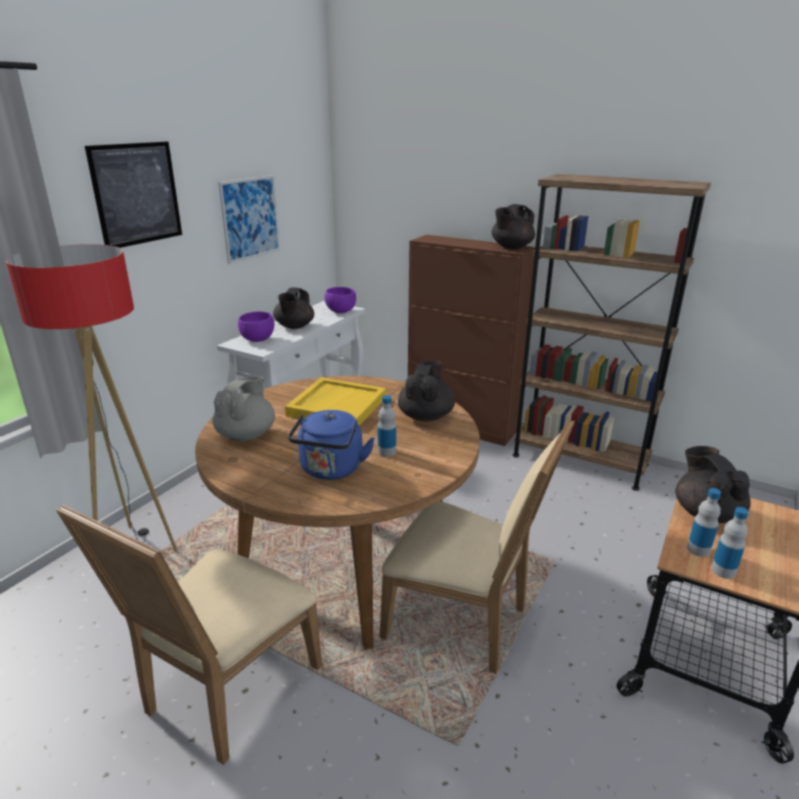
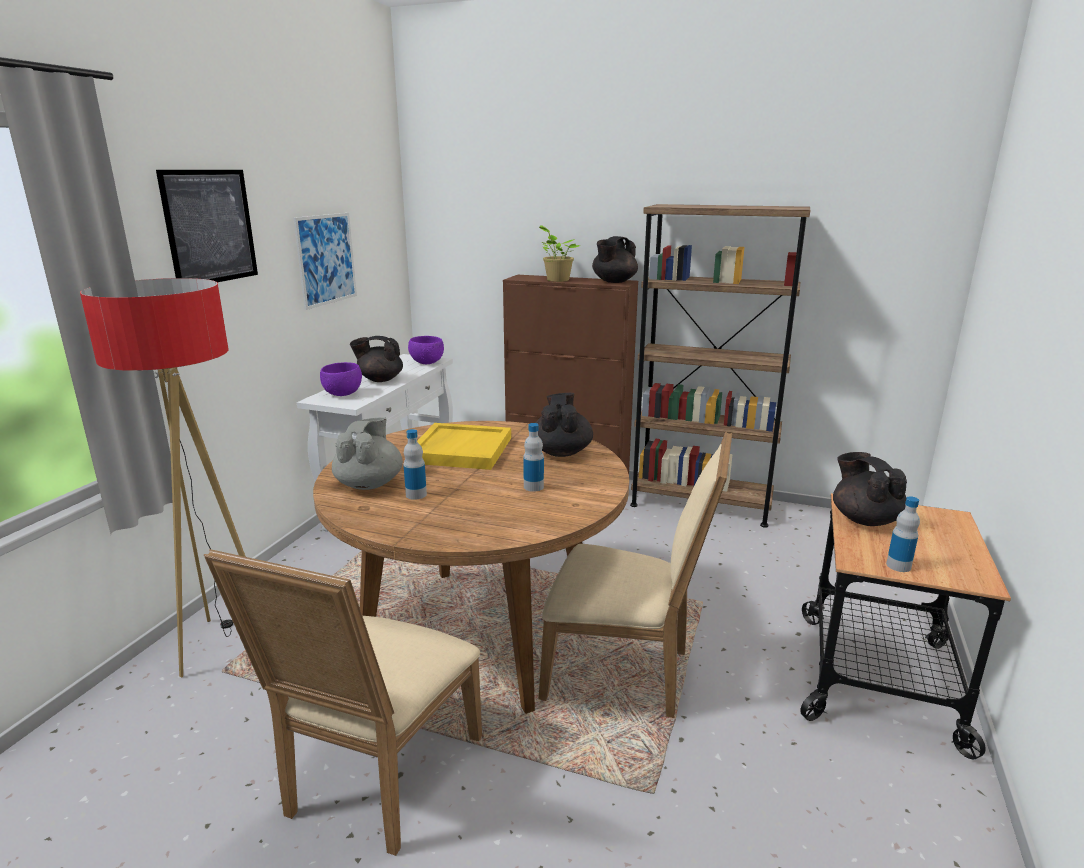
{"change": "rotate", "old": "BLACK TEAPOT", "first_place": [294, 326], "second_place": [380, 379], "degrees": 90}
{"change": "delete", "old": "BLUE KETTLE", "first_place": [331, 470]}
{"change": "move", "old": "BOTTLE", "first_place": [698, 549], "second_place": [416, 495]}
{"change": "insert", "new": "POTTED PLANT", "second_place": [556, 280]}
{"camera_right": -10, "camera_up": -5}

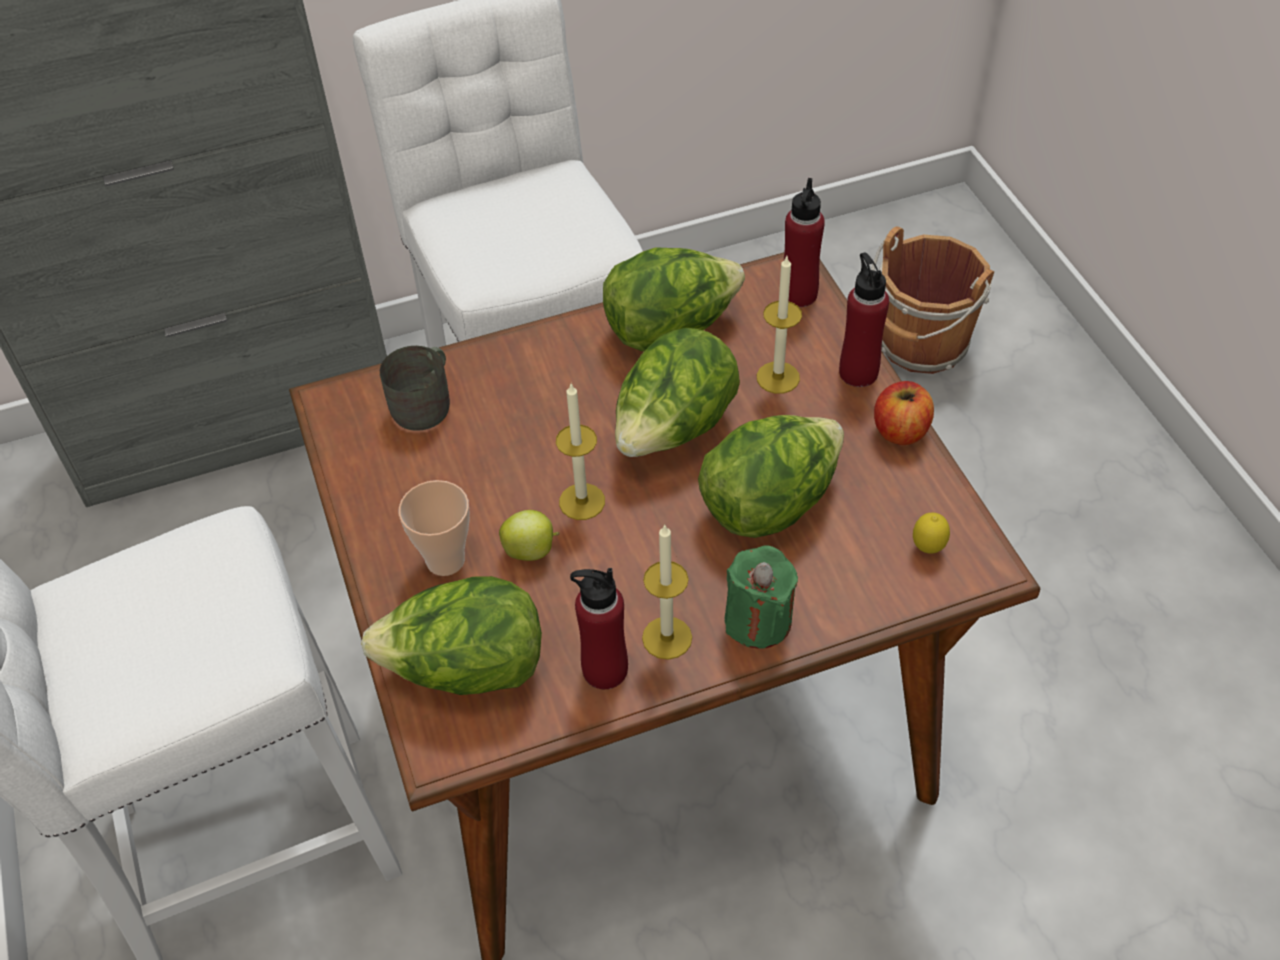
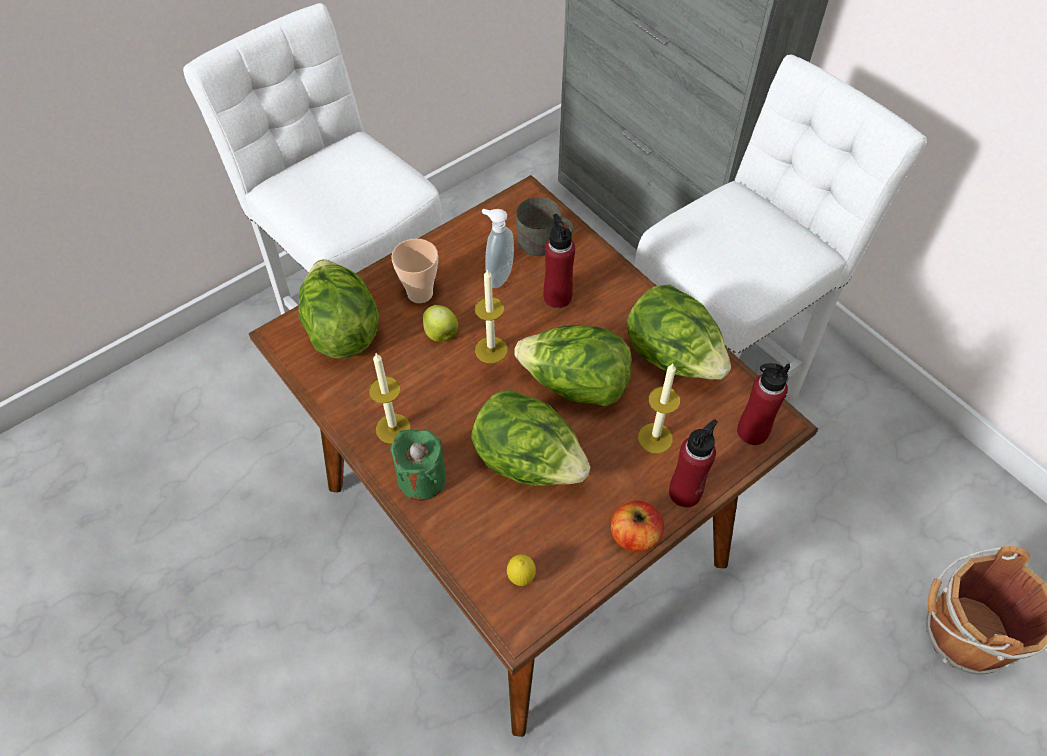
{"change": "move", "old": "RED BOTTLE", "first_place": [604, 669], "second_place": [557, 297]}
{"change": "insert", "new": "SOAP DISPENSER", "second_place": [498, 276]}
{"camera_right": 70, "camera_up": 5}

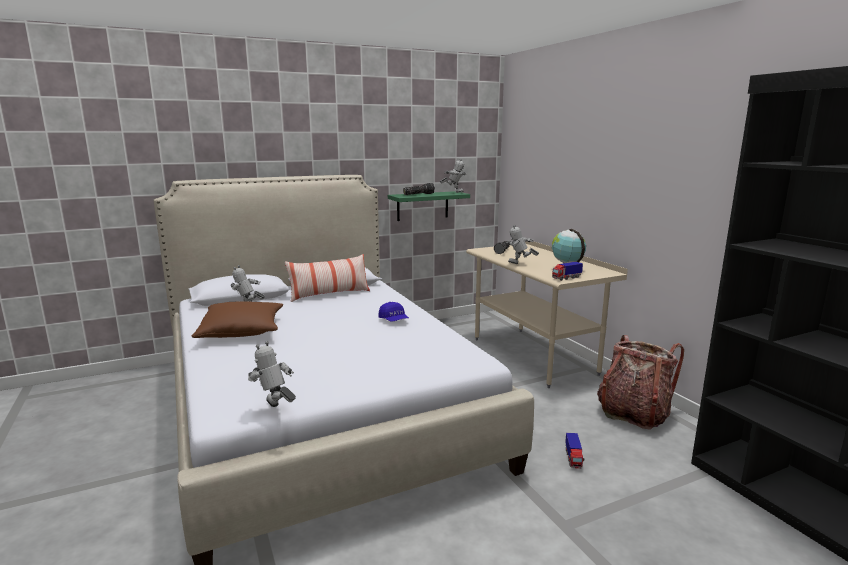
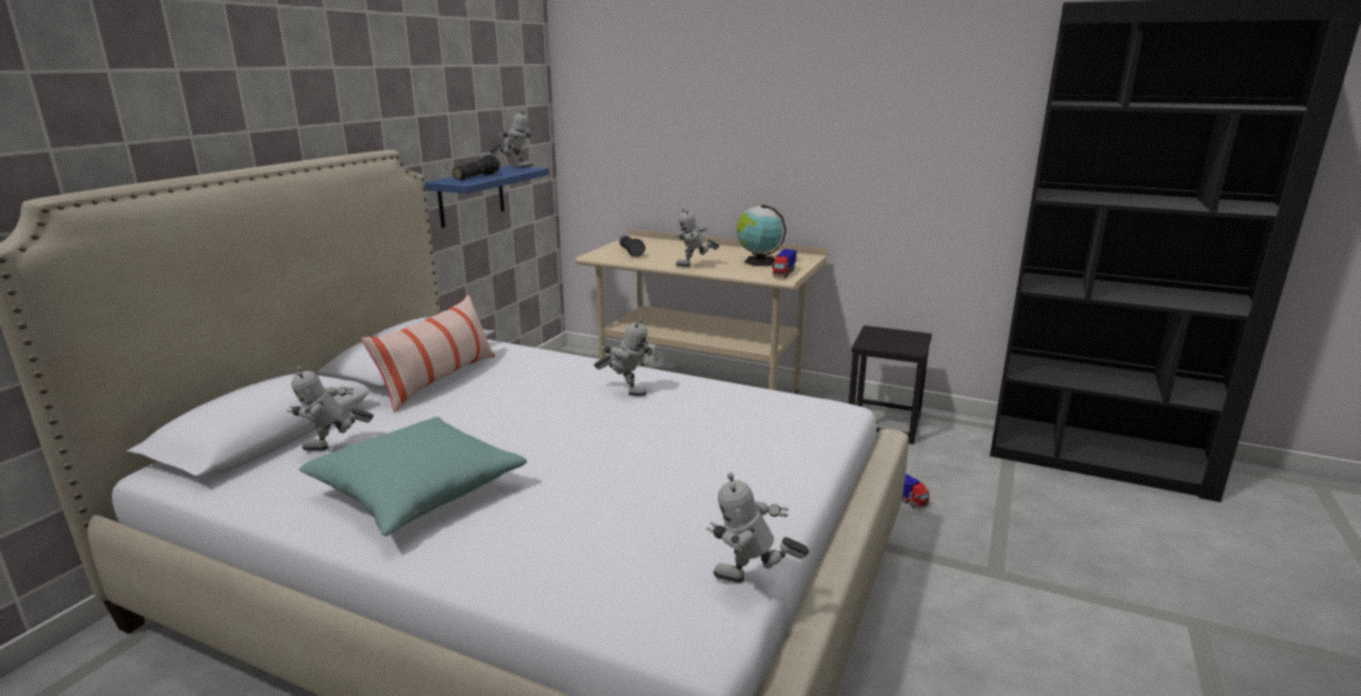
{"change": "recolor", "old": "BROWN PILLOW", "new": "TURQUOISE PILLOW", "first_place": [242, 331], "second_place": [418, 492]}
{"change": "replace", "old": "BLUE CAP", "new": "TOY ROBOT", "first_place": [394, 320], "second_place": [626, 391]}
{"change": "recolor", "old": "GREEN SHELF", "new": "BLUE SHELF", "first_place": [422, 206], "second_place": [471, 196]}
{"change": "replace", "old": "BACKPACK", "new": "BLACK STOOL", "first_place": [633, 413], "second_place": [883, 424]}
{"camera_right": -40, "camera_up": 5}

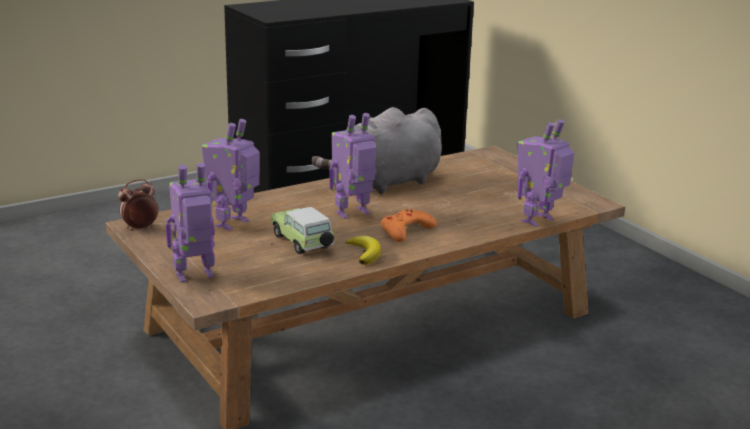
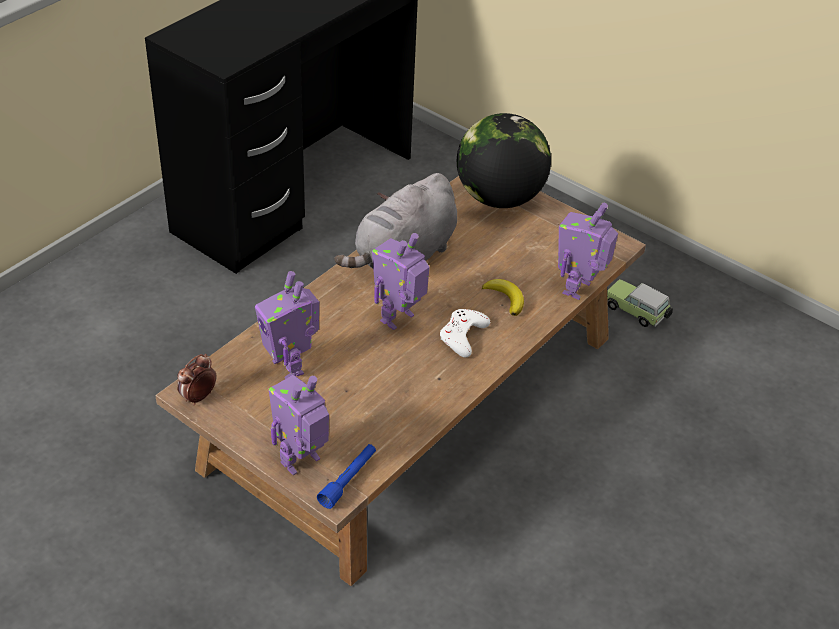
{"change": "rotate", "old": "TOY ROBOT", "first_place": [233, 224], "second_place": [290, 366], "degrees": -45}
{"change": "move", "old": "TOY CAR", "first_place": [303, 243], "second_place": [637, 312]}
{"change": "move", "old": "BANANA", "first_place": [364, 253], "second_place": [505, 298]}
{"change": "recolor", "old": "ORANGE GAME CONTROLLER", "new": "WHITE GAME CONTROLLER", "first_place": [405, 230], "second_place": [463, 336]}
{"change": "insert", "new": "BLUE FLASHLIGHT", "second_place": [348, 480]}
{"change": "insert", "new": "GLOBE", "second_place": [499, 198]}
{"camera_right": -20, "camera_up": 20}

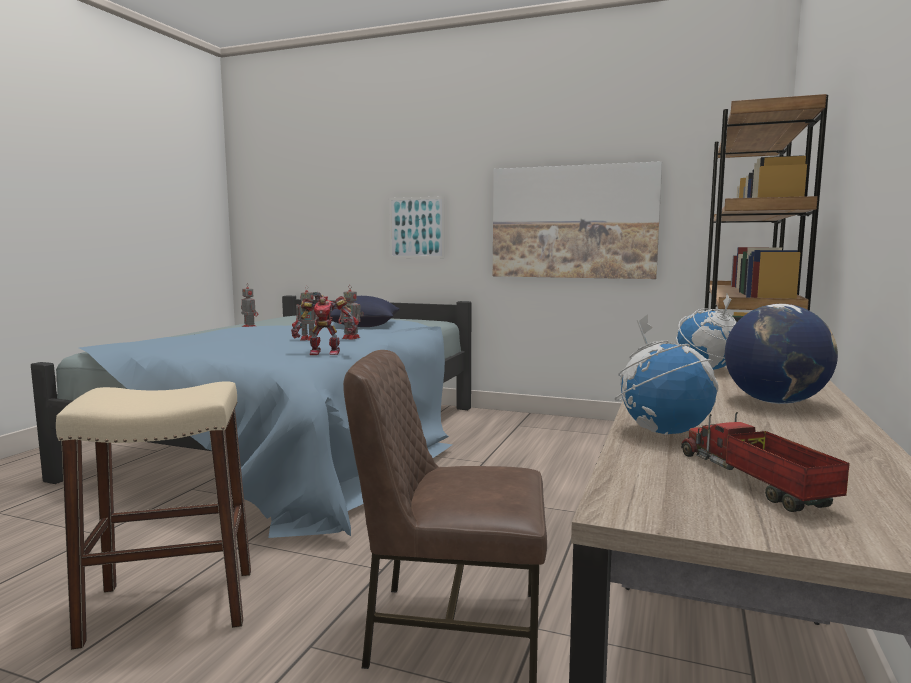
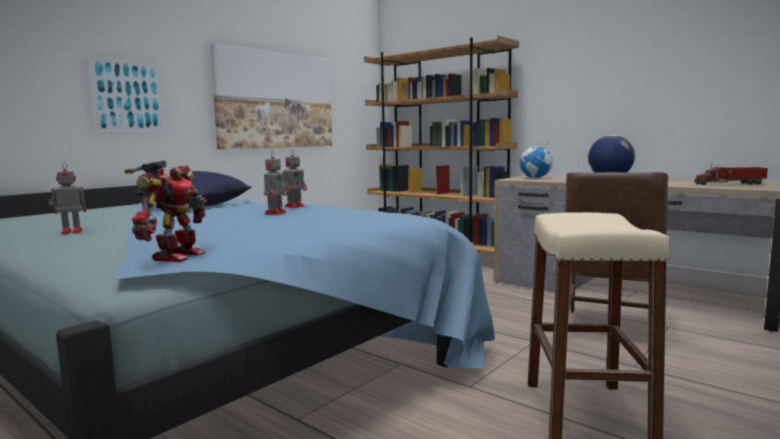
{"change": "move", "old": "TOY ROBOT", "first_place": [325, 352], "second_place": [175, 256]}
{"change": "delete", "old": "GLOBE", "first_place": [663, 431]}
{"camera_right": -70, "camera_up": 0}

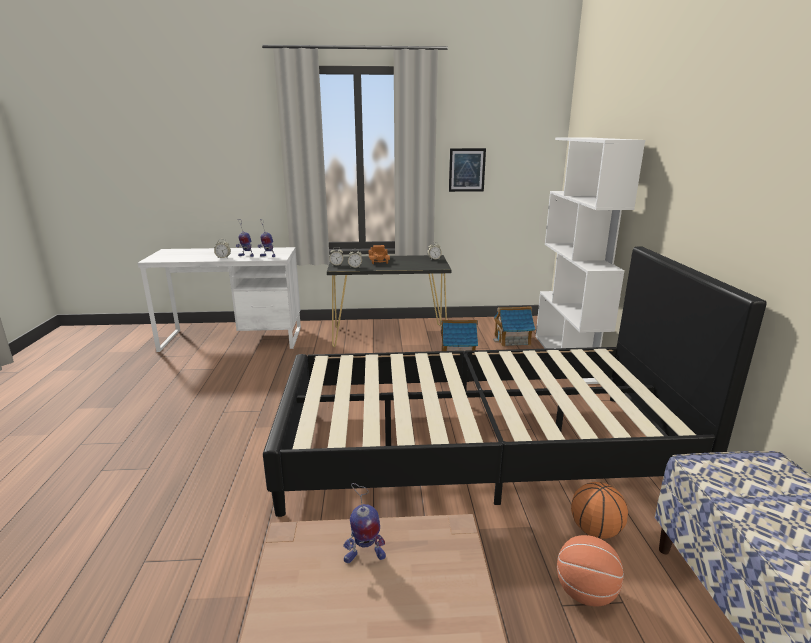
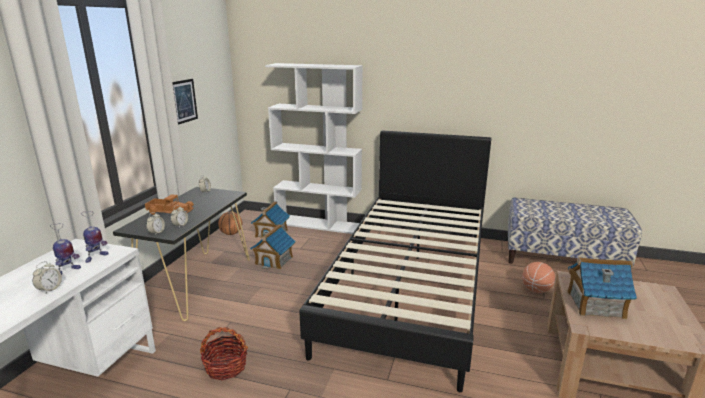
{"change": "replace", "old": "TOY ROBOT", "new": "TOY HOUSE", "first_place": [364, 556], "second_place": [595, 304]}
{"change": "move", "old": "BASKETBALL", "first_place": [595, 530], "second_place": [231, 233]}
{"change": "insert", "new": "BASKET", "second_place": [225, 367]}
{"camera_right": -70, "camera_up": 0}

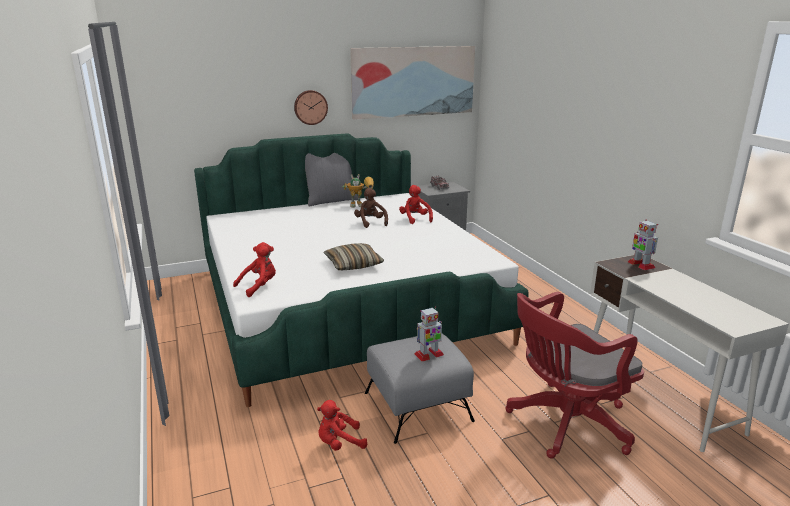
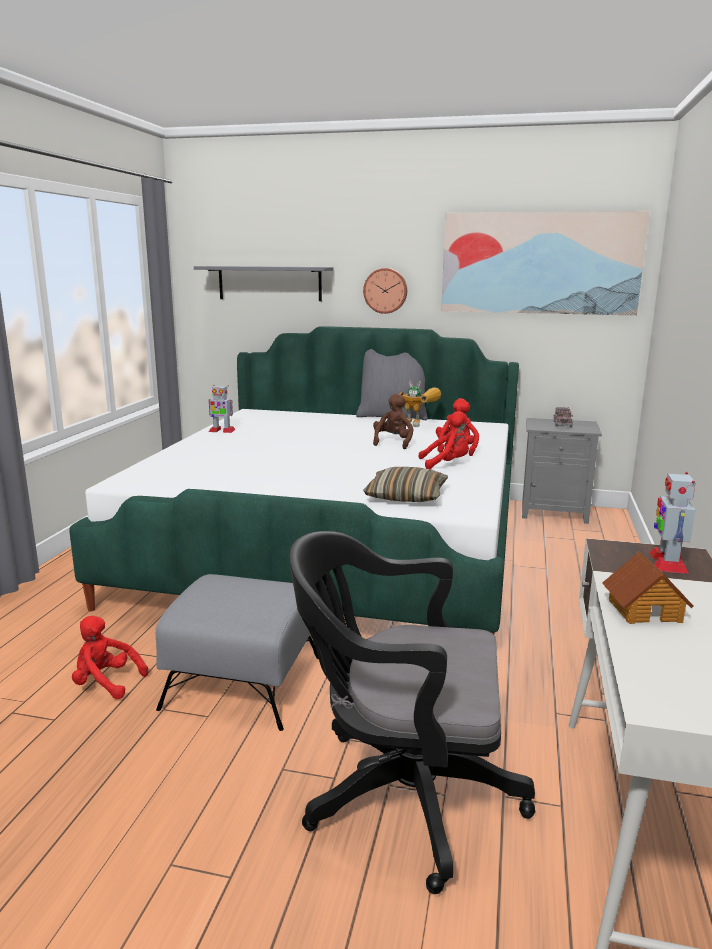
{"change": "move", "old": "RED PLUSH TOY", "first_place": [259, 286], "second_place": [446, 464]}
{"change": "move", "old": "PILLOW", "first_place": [353, 264], "second_place": [406, 496]}
{"change": "move", "old": "TOY ROBOT", "first_place": [428, 354], "second_place": [221, 430]}
{"change": "recolor", "old": "RED OFFICE CHAIR", "new": "BLACK OFFICE CHAIR", "first_place": [564, 423], "second_place": [400, 794]}
{"change": "insert", "new": "GREY SHELF", "second_place": [269, 283]}
{"change": "insert", "new": "TOY HOUSE", "second_place": [644, 610]}
{"camera_right": 35, "camera_up": -5}

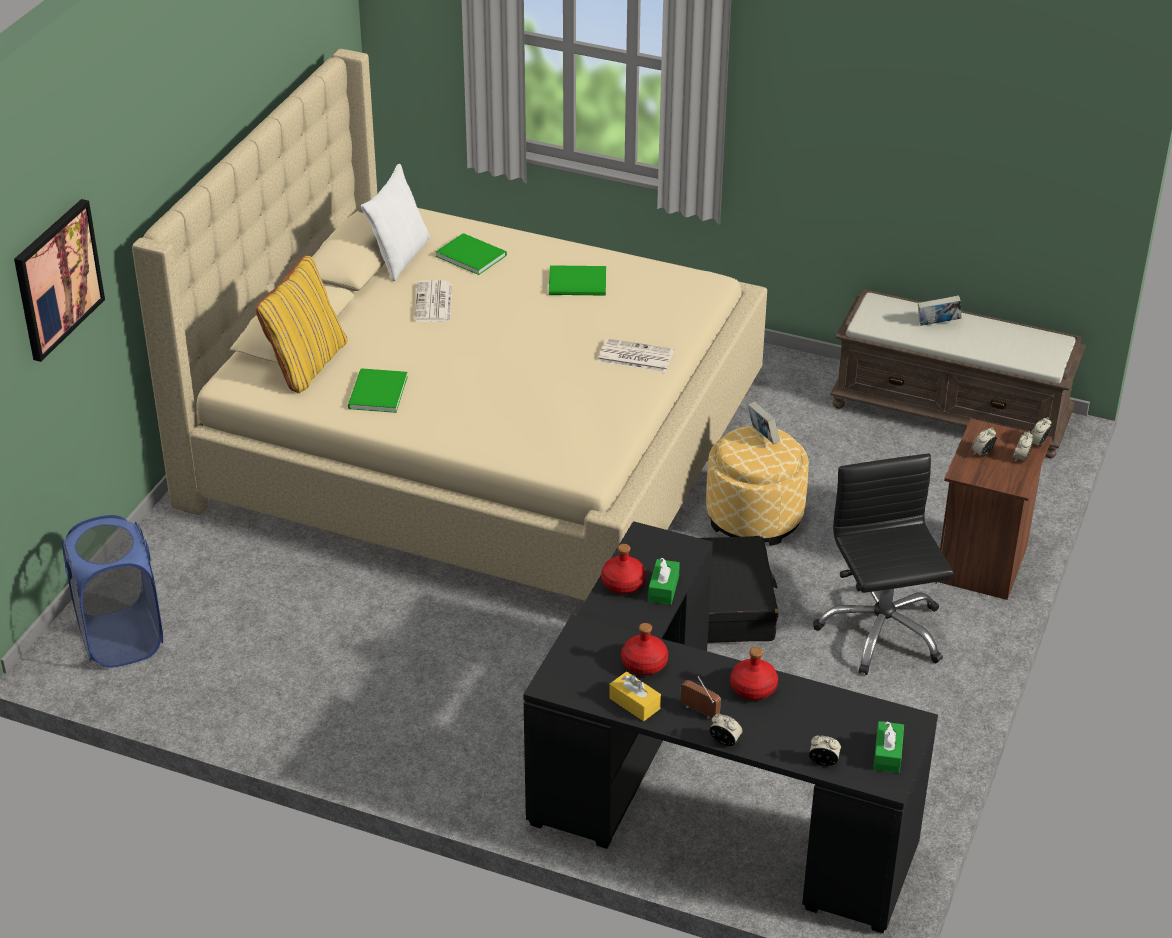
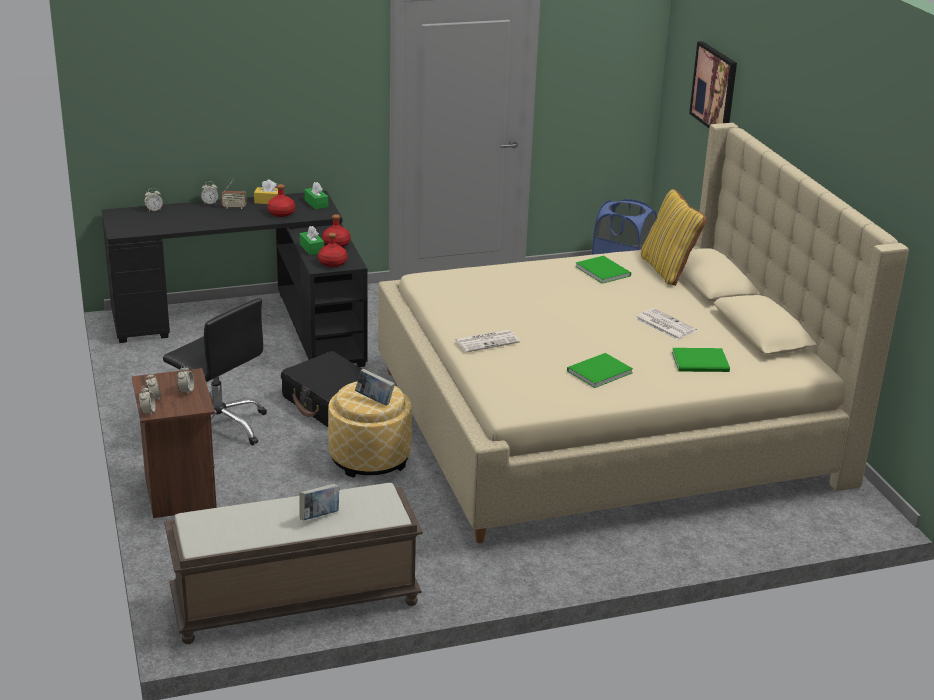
{"change": "delete", "old": "WHITE PILLOW", "first_place": [399, 256]}
{"change": "move", "old": "RED BOTTLE", "first_place": [753, 688], "second_place": [333, 263]}
{"change": "move", "old": "GREEN TISSUE BOX", "first_place": [887, 754], "second_place": [316, 203]}
{"camera_right": 140, "camera_up": -10}

